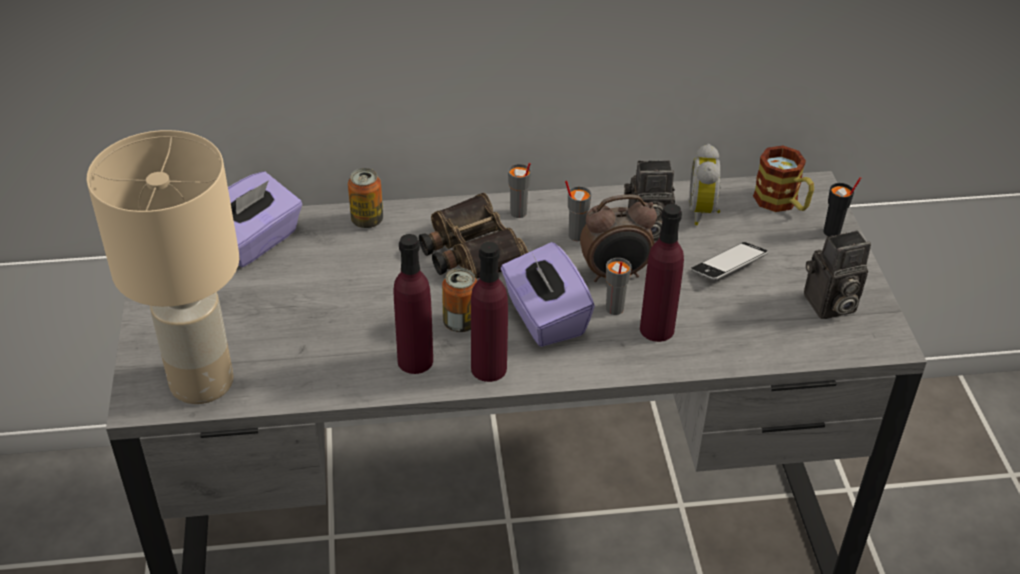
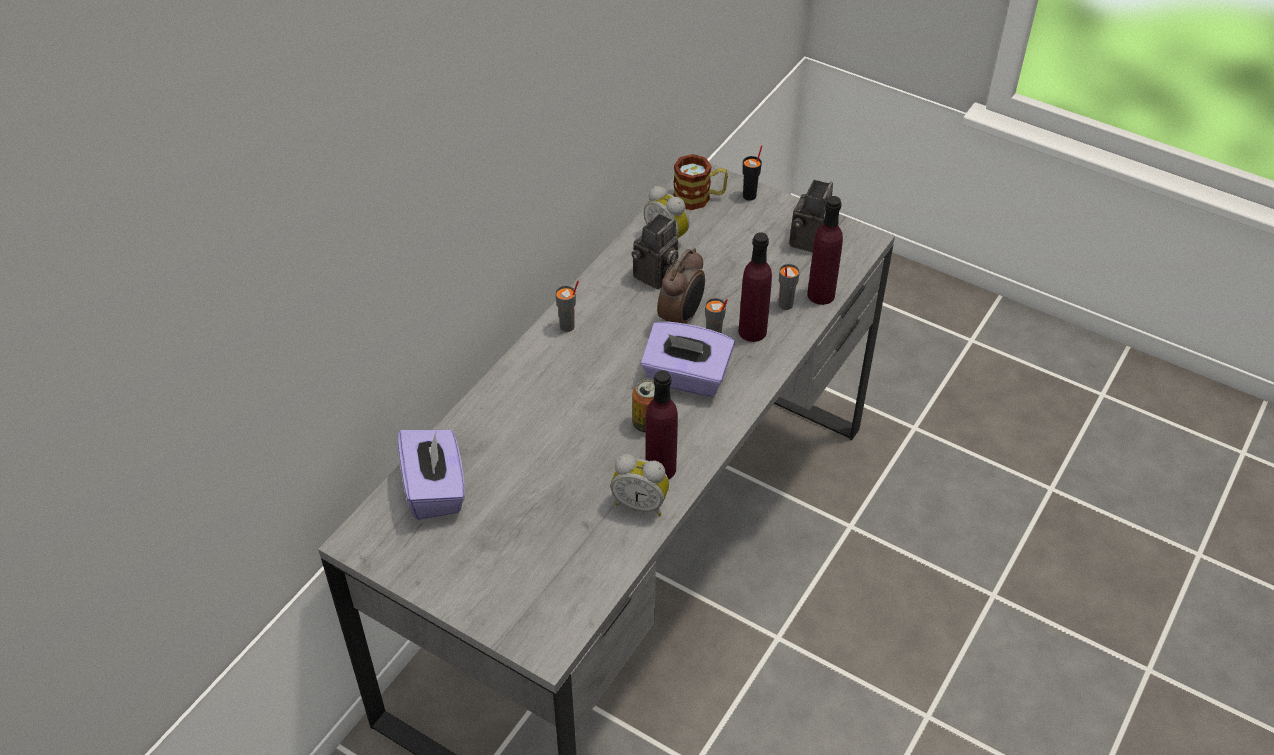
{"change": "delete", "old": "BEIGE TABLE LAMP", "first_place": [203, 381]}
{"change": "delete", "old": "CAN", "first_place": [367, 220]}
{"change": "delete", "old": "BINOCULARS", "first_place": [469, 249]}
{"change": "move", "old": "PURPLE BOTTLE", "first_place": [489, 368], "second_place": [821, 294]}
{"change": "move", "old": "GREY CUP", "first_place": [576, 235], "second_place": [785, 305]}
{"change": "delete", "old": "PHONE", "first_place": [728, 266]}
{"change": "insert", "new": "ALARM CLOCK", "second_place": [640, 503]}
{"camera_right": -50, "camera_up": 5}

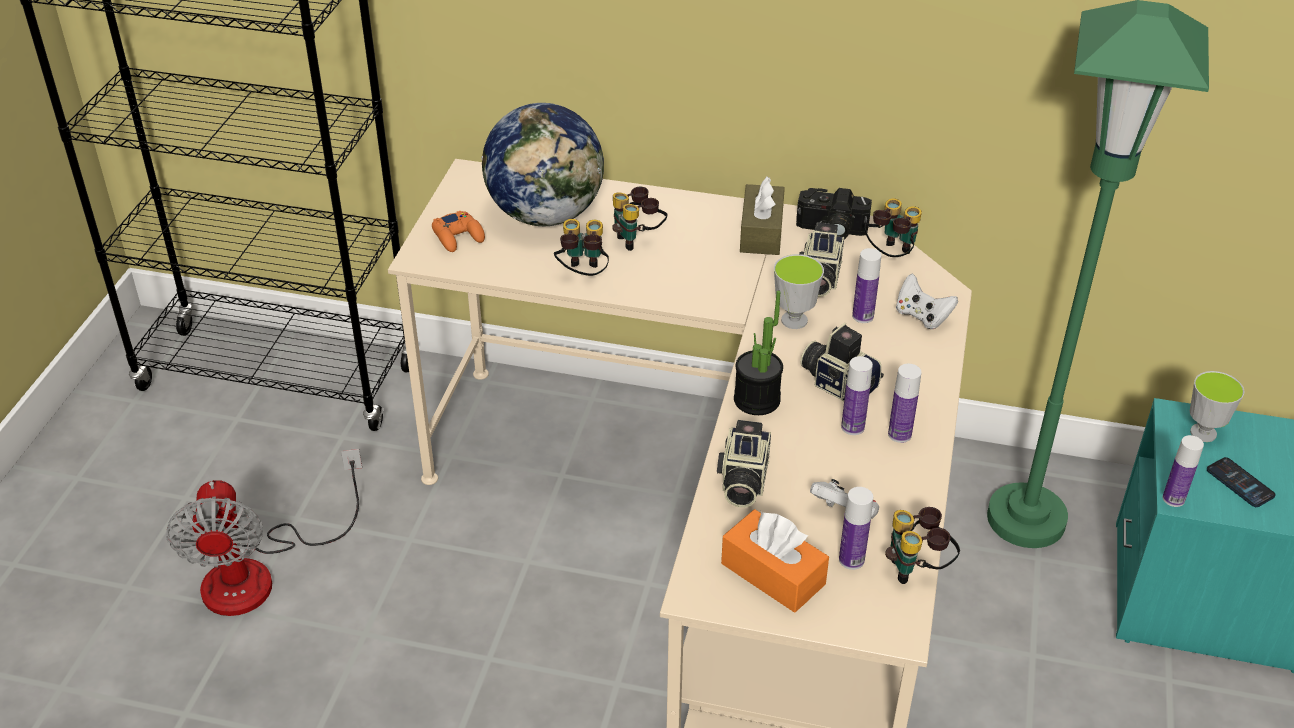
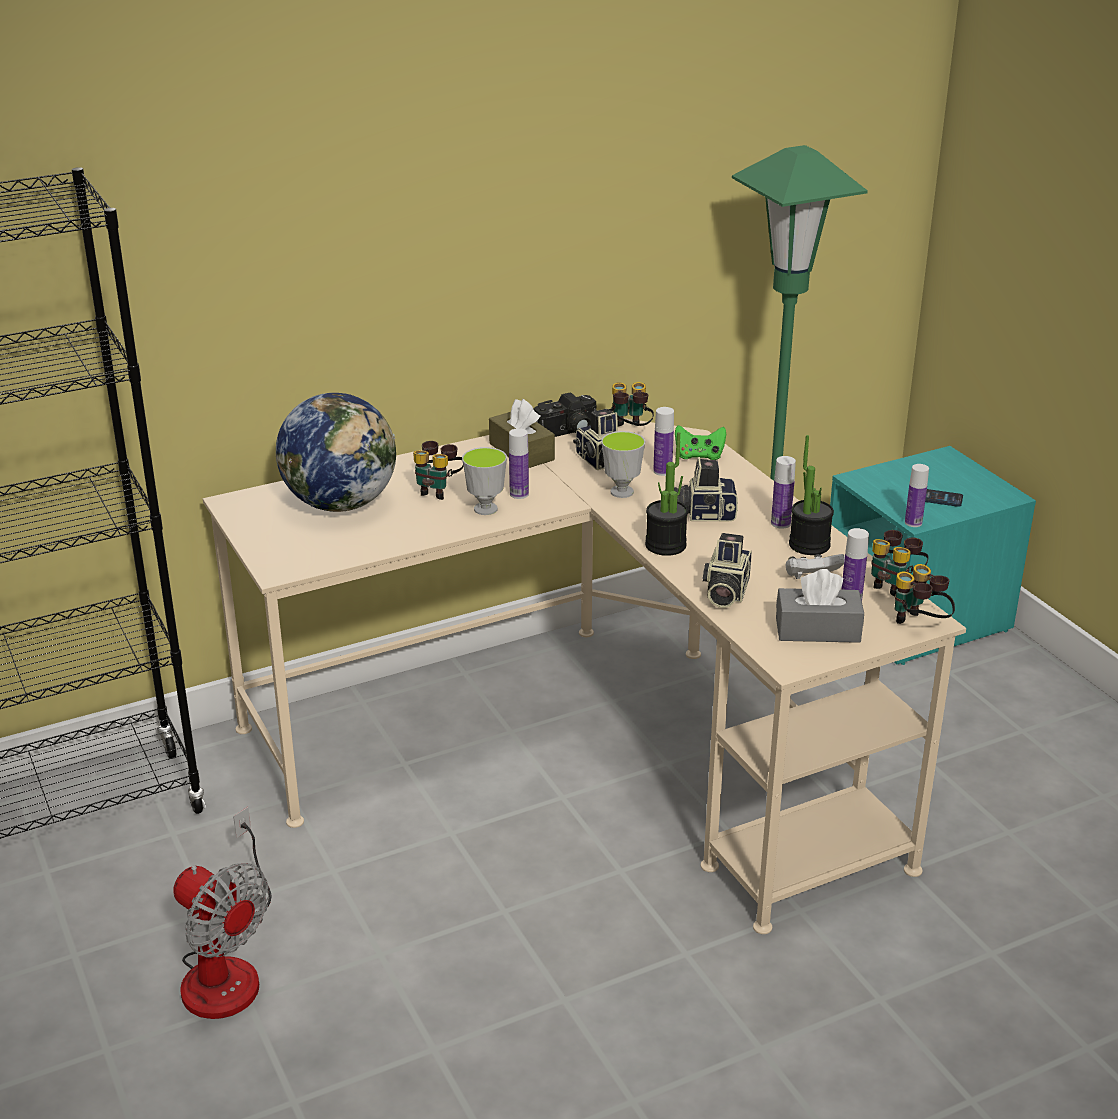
{"change": "delete", "old": "ORANGE GAME CONTROLLER", "first_place": [458, 236]}
{"change": "move", "old": "BINOCULARS", "first_place": [582, 275], "second_place": [919, 625]}
{"change": "rotate", "old": "PHOTO CAMERA", "first_place": [742, 481], "second_place": [724, 592], "degrees": 45}
{"change": "recolor", "old": "ORANGE TISSUE BOX", "new": "GREY TISSUE BOX", "first_place": [773, 574], "second_place": [817, 630]}
{"change": "move", "old": "BOTTLE", "first_place": [852, 427], "second_place": [519, 494]}
{"change": "recolor", "old": "WHITE GAME CONTROLLER", "new": "GREEN GAME CONTROLLER", "first_place": [922, 316], "second_place": [699, 456]}
{"change": "move", "old": "CUP", "first_place": [1203, 433], "second_place": [485, 509]}
{"change": "insert", "new": "POTTED PLANT", "second_place": [809, 545]}
{"camera_right": -40, "camera_up": -10}

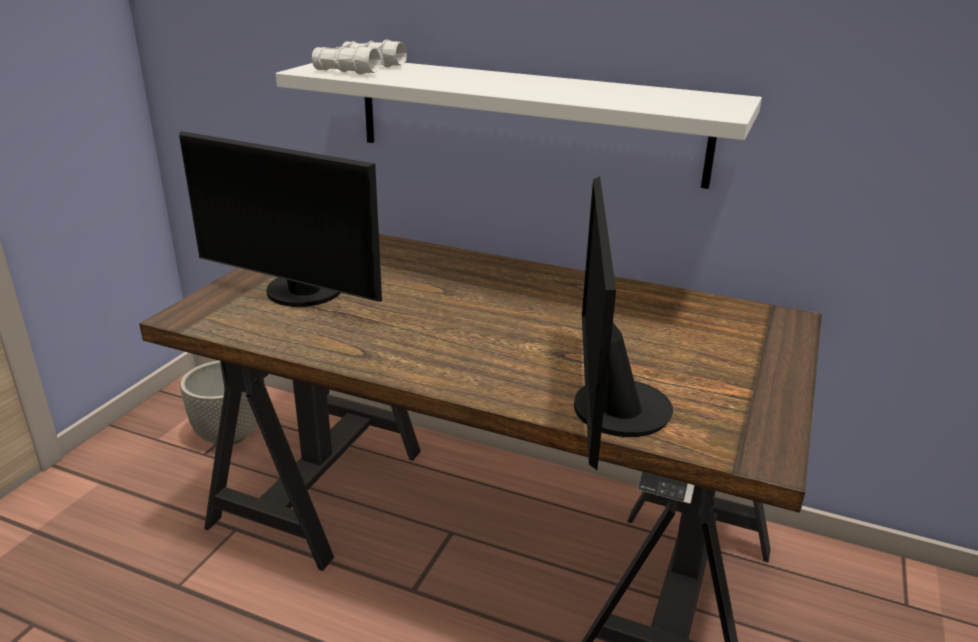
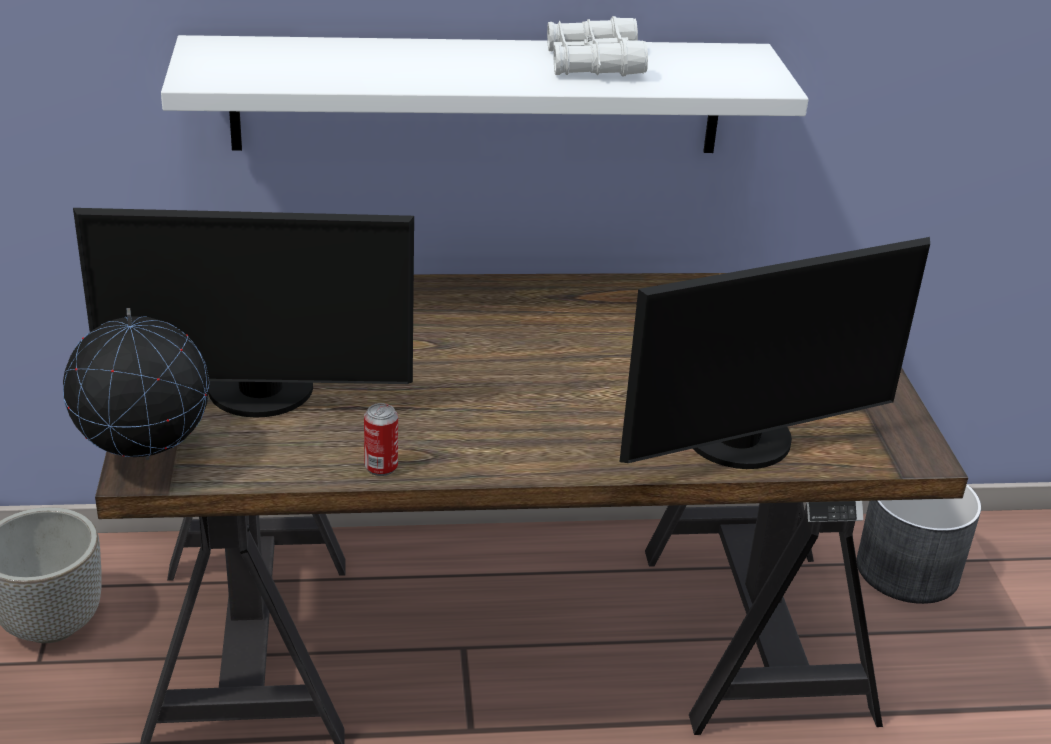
{"change": "move", "old": "WHITE BINOCULARS", "first_place": [360, 69], "second_place": [593, 63]}
{"change": "rotate", "old": "MONITOR", "first_place": [609, 408], "second_place": [745, 444], "degrees": -90}
{"change": "insert", "new": "GLOBE", "second_place": [145, 460]}
{"change": "insert", "new": "CAN", "second_place": [381, 467]}
{"change": "insert", "new": "GREY PLANTER", "second_place": [906, 569]}
{"camera_right": -30, "camera_up": 5}

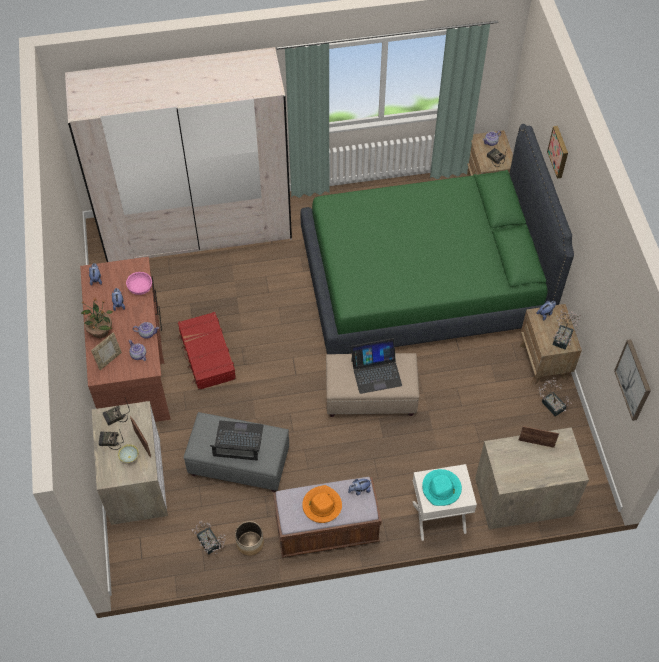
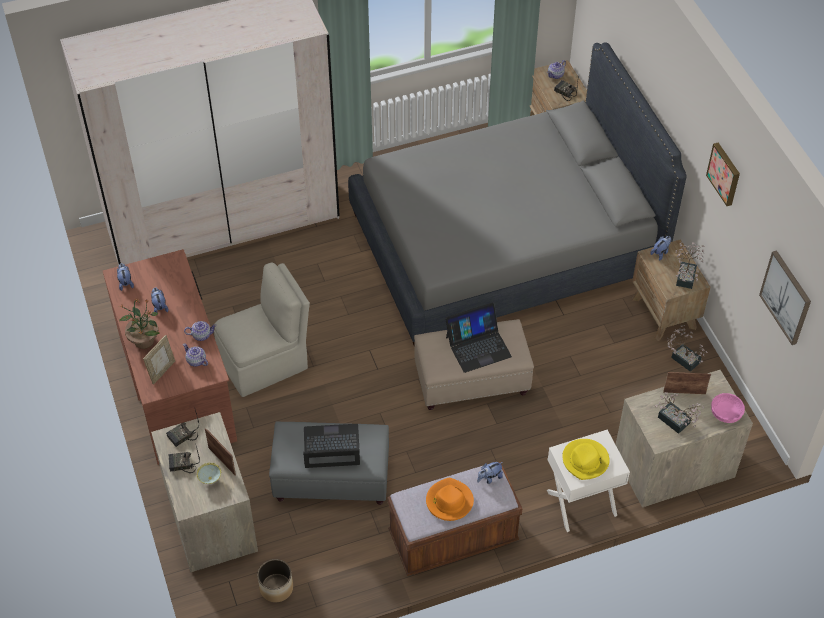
{"change": "move", "old": "PINK BOWL", "first_place": [140, 288], "second_place": [725, 414]}
{"change": "replace", "old": "RED SUITCASE", "new": "BEIGE CHAIR", "first_place": [207, 356], "second_place": [265, 362]}
{"change": "move", "old": "POTTED PLANT", "first_place": [210, 544], "second_place": [676, 423]}
{"change": "move", "old": "PLANTER", "first_place": [250, 543], "second_place": [276, 588]}
{"change": "recolor", "old": "GREEN BED", "new": "GREY BED", "first_place": [424, 282], "second_place": [506, 245]}
{"change": "recolor", "old": "TURQUOISE HAT", "new": "YELLOW HAT", "first_place": [441, 488], "second_place": [585, 460]}
{"change": "move", "old": "PICTURE", "first_place": [559, 151], "second_place": [725, 173]}
{"camera_right": -10, "camera_up": -5}

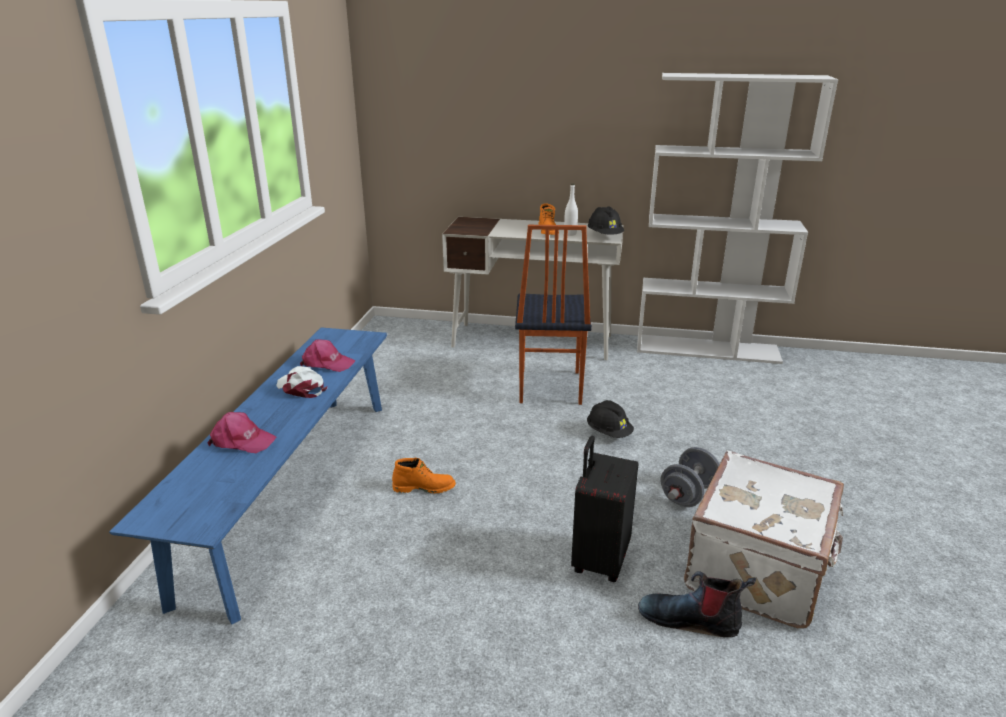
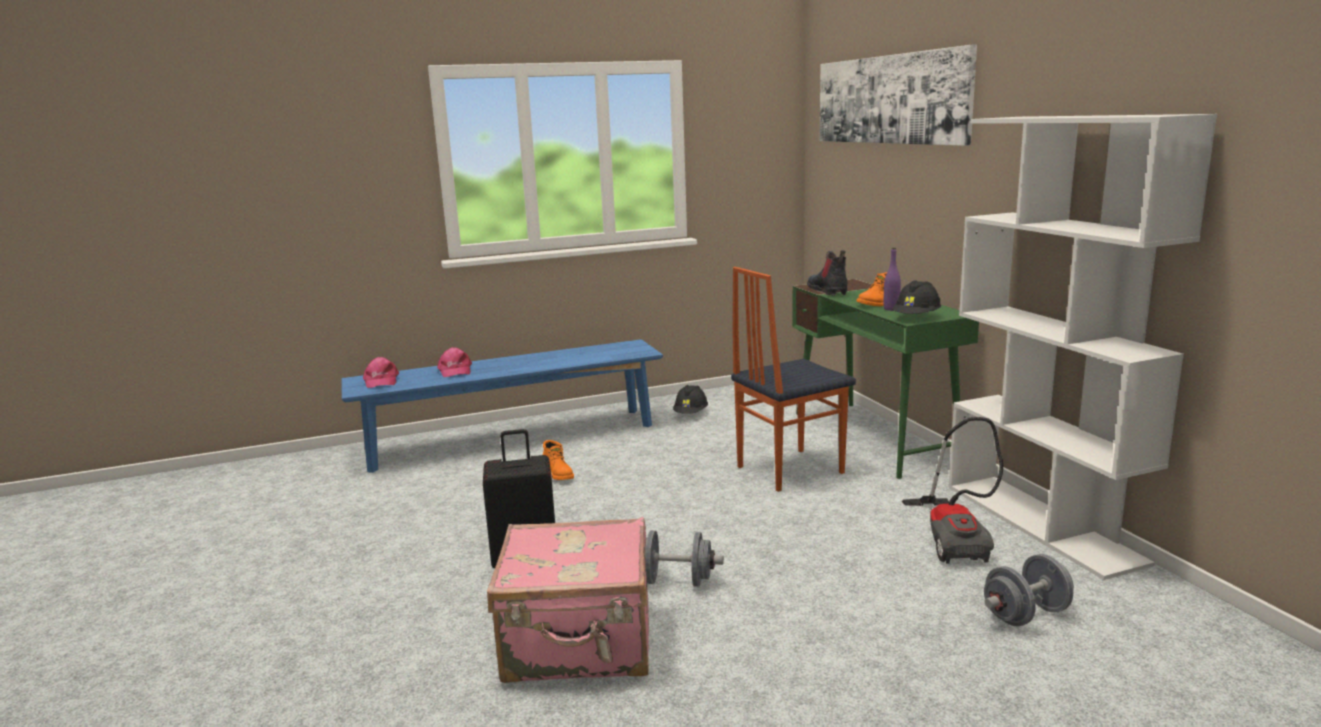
{"change": "delete", "old": "WHITE CAP", "first_place": [301, 388]}
{"change": "move", "old": "PINK CAP", "first_place": [327, 363], "second_place": [381, 381]}
{"change": "recolor", "old": "WHITE DESK", "new": "GREEN DESK", "first_place": [533, 341], "second_place": [873, 438]}
{"change": "recolor", "old": "WHITE BOTTLE", "new": "PURPLE BOTTLE", "first_place": [570, 234], "second_place": [891, 309]}
{"change": "move", "old": "BLACK HARD HAT", "first_place": [608, 433], "second_place": [691, 413]}
{"change": "move", "old": "BOOT", "first_place": [690, 619], "second_place": [828, 291]}
{"change": "recolor", "old": "WHITE SUITCASE", "new": "PINK SUITCASE", "first_place": [759, 570], "second_place": [580, 645]}
{"change": "insert", "new": "PICTURE", "second_place": [889, 99]}
{"change": "insert", "new": "VACUUM CLEANER", "second_place": [954, 538]}
{"change": "insert", "new": "GREY DUMBBELL", "second_place": [1026, 614]}
{"camera_right": 60, "camera_up": -10}

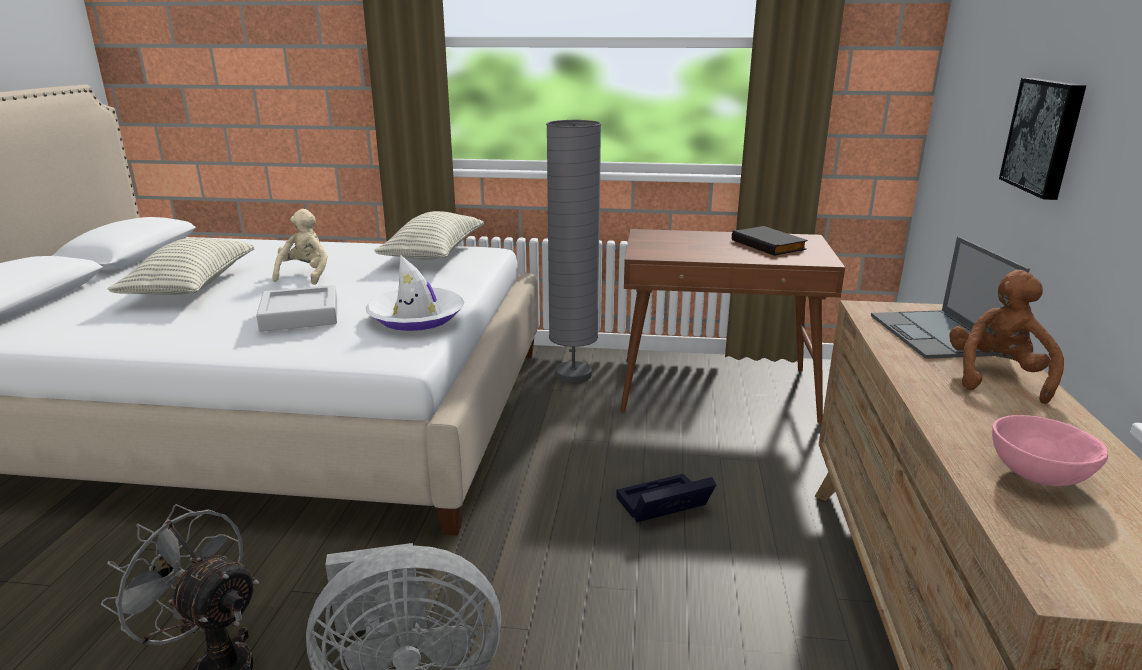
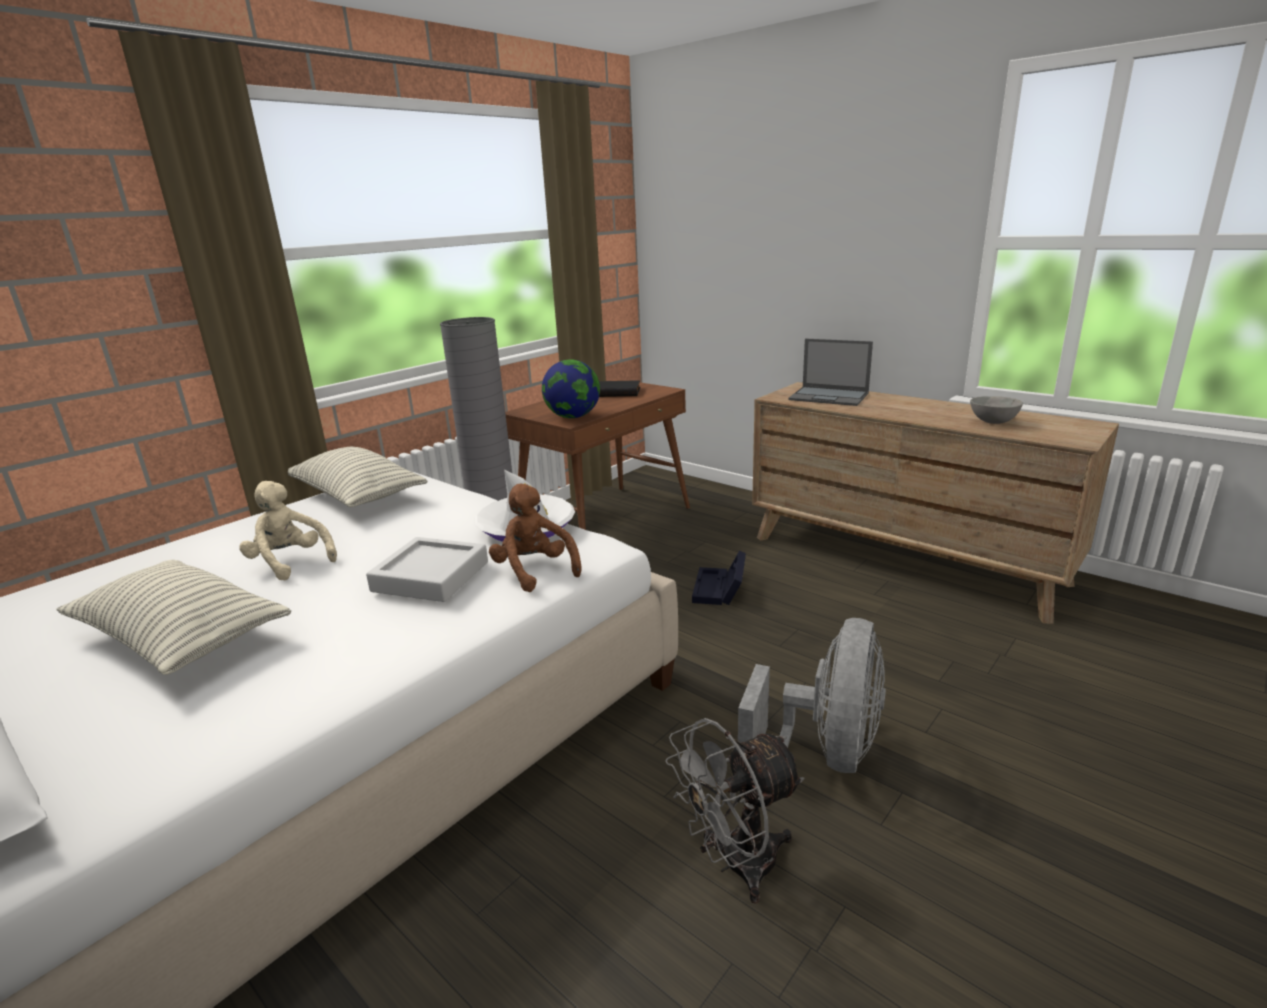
{"change": "move", "old": "BROWN PLUSH TOY", "first_place": [996, 378], "second_place": [534, 571]}
{"change": "recolor", "old": "PINK BOWL", "new": "GREY BOWL", "first_place": [1036, 475], "second_place": [992, 422]}
{"change": "delete", "old": "PICTURE", "first_place": [1045, 136]}
{"change": "insert", "new": "GLOBE", "second_place": [573, 417]}
{"camera_right": -55, "camera_up": 0}

